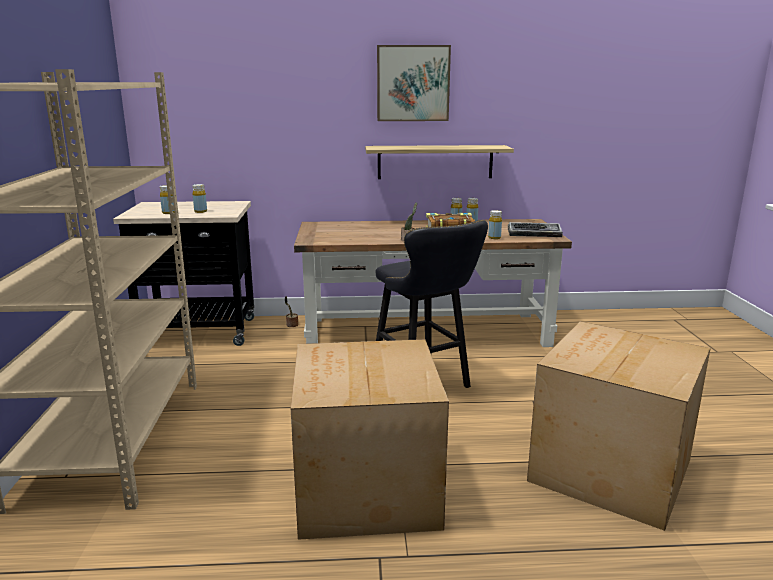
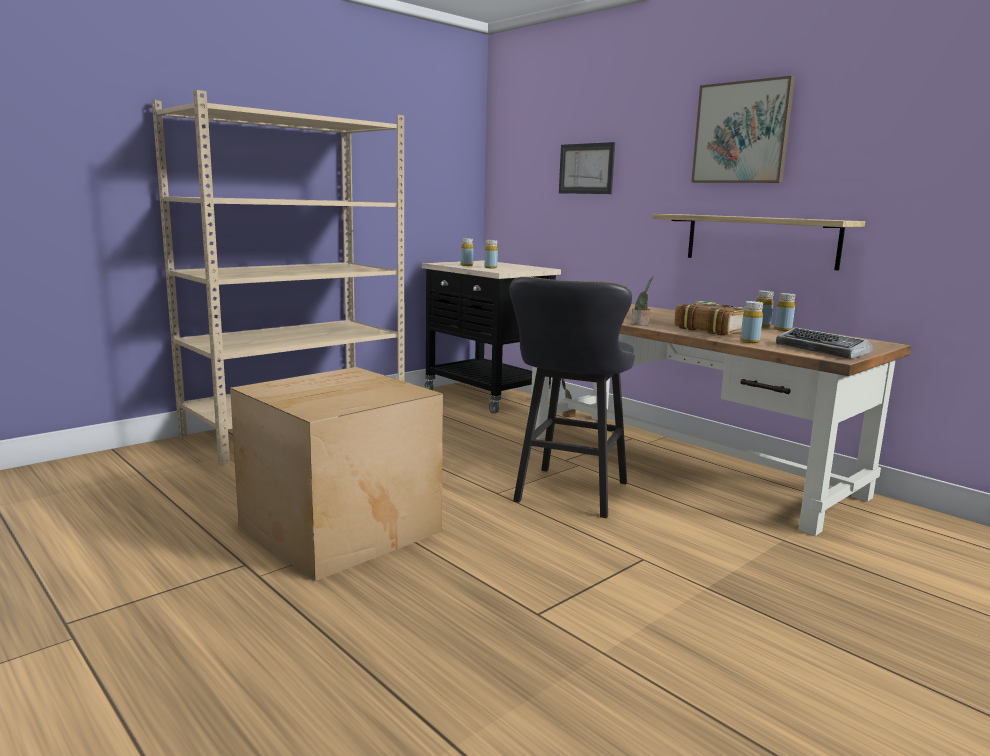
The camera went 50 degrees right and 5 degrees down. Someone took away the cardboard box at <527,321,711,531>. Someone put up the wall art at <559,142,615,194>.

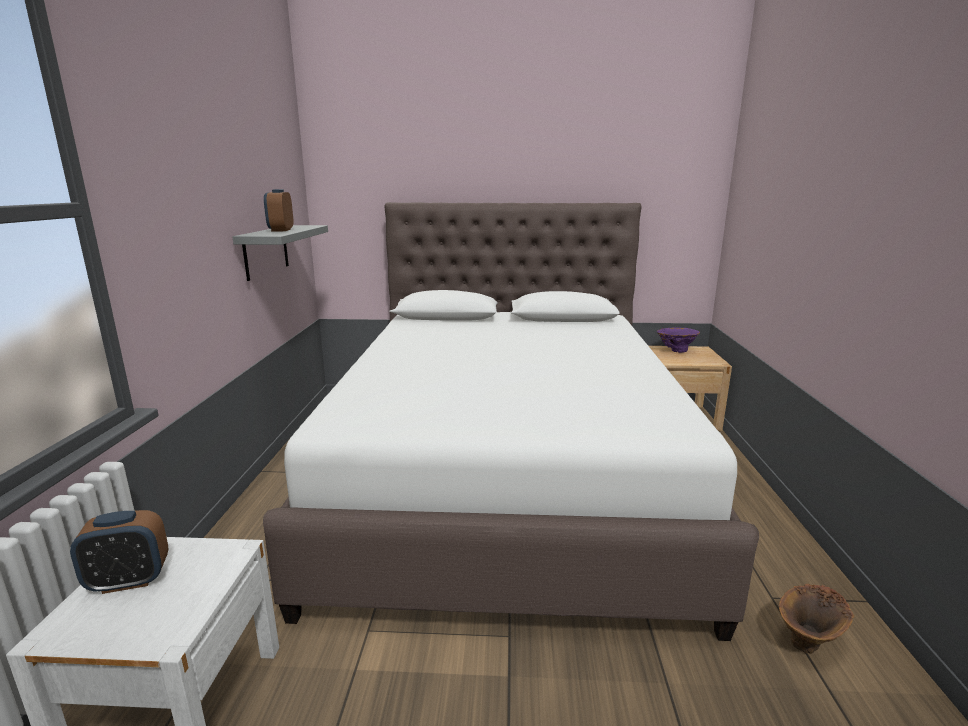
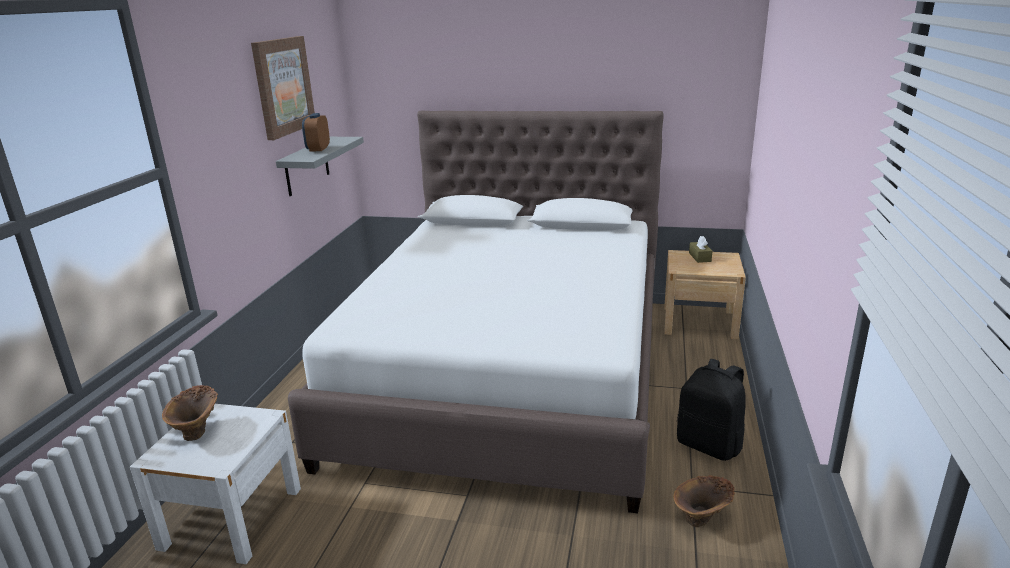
The camera went 10 degrees right and 5 degrees up. Someone swapped the alarm clock at <70,510,168,594> for the brown-coloured flower vase at <162,385,218,441>. Someone swapped the purple-coloured flower vase at <657,327,700,353> for the brown-coloured tissue holder at <689,236,713,263>. Someone put up the wall art at <251,36,315,140>. Someone put down the black-coloured backpack at <677,359,746,461>.

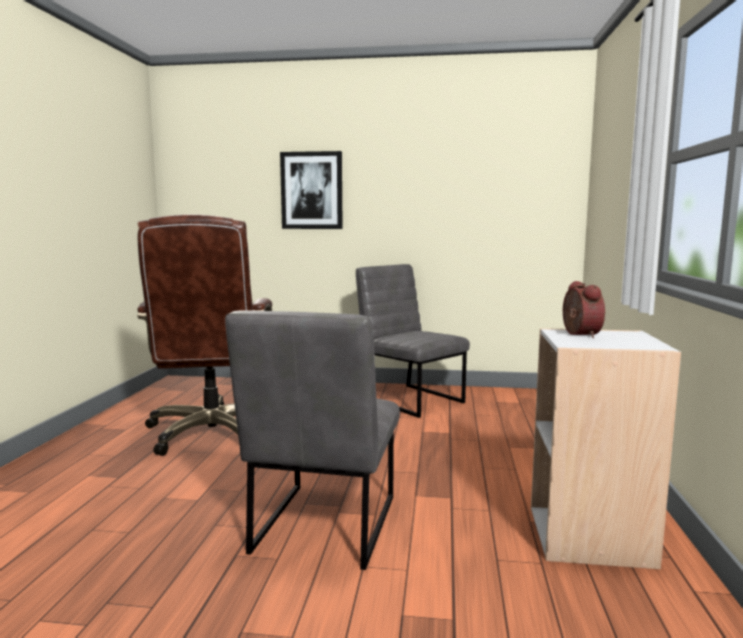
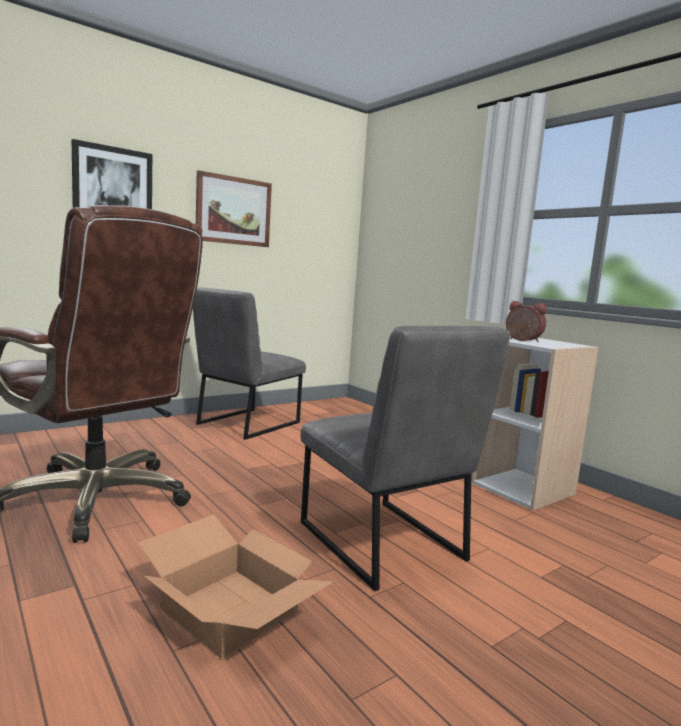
The camera went 45 degrees left and 0 degrees up. Someone rotated the grey plain chair at <356,264,470,418> by 60 degrees counterclockwise. Someone put down the cardboard box at <138,515,333,659>. Someone put up the wall art at <196,170,272,247>.

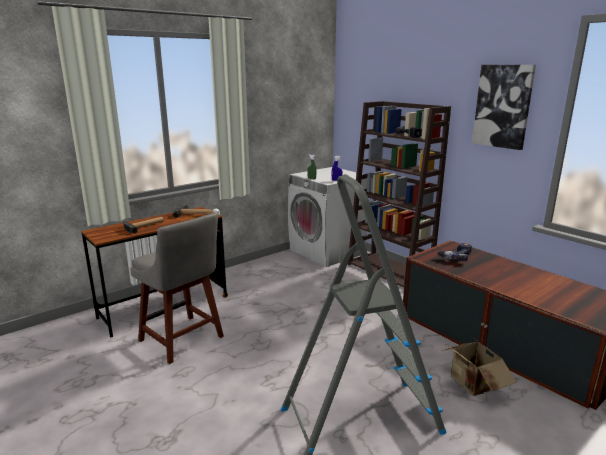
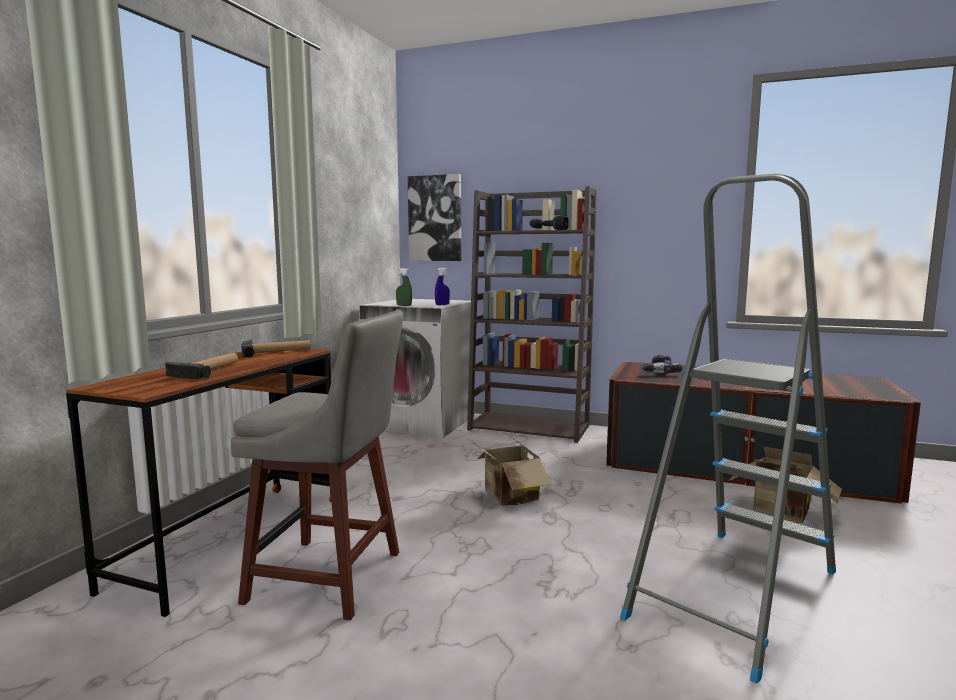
The camera went 30 degrees left and 10 degrees down. Someone carried the wall art from <472,65,536,150> to <408,174,461,261>. Someone put down the cardboard box at <469,434,551,506>.

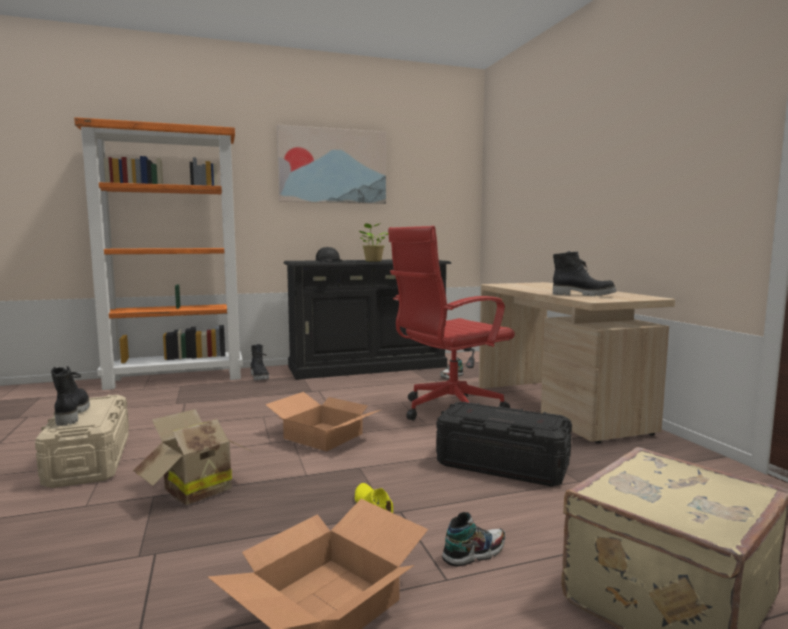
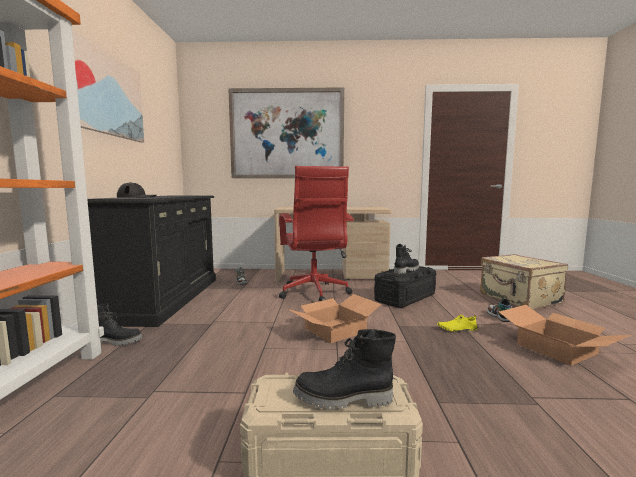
The camera went 70 degrees left and 0 degrees up. Someone took away the cardboard box at <133,409,253,505>. Someone took away the potted plant at <359,223,388,261>. Someone carried the black-coloured tall boot from <553,251,616,296> to <394,244,419,274>. Someone put up the wall art at <228,87,344,178>.

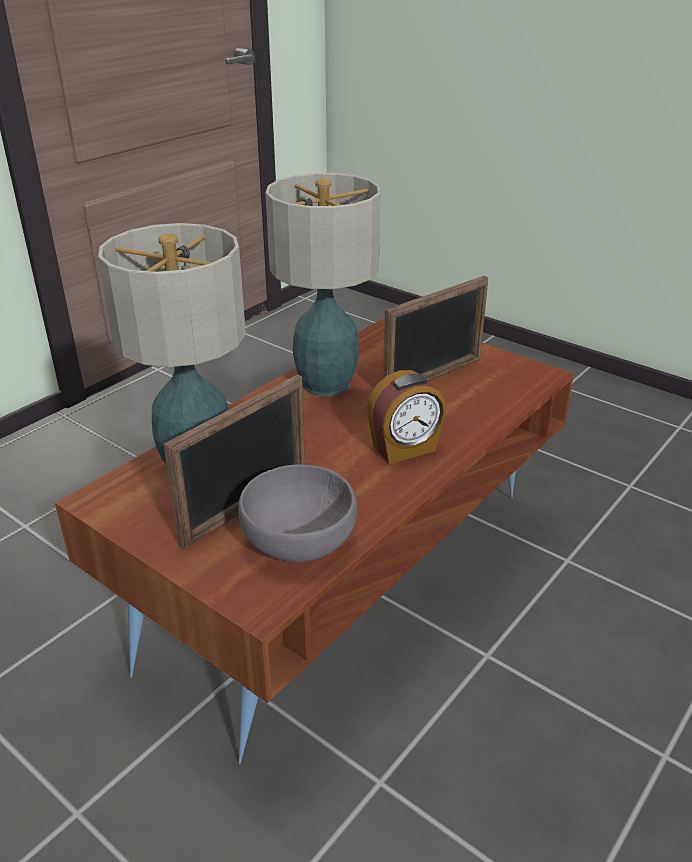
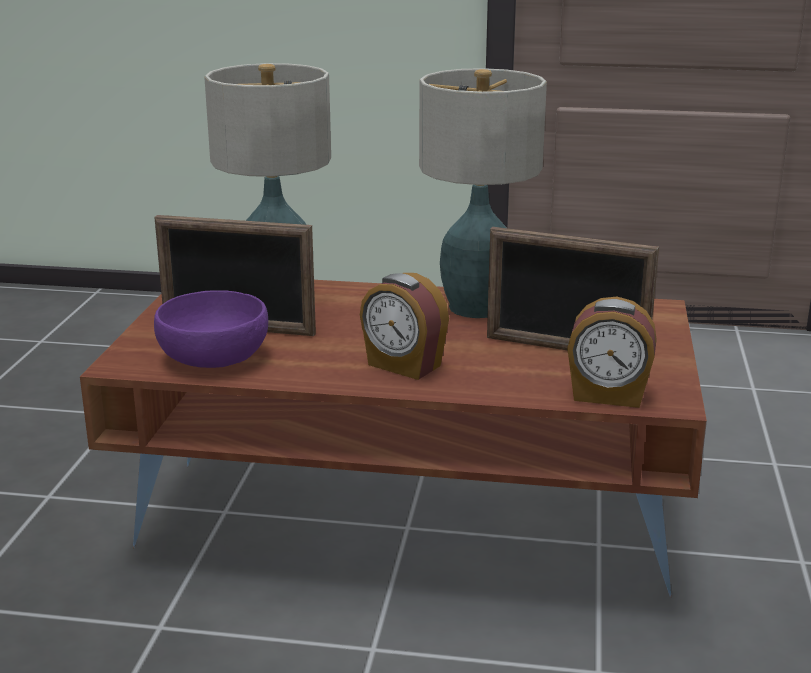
The camera went 60 degrees right and 10 degrees down. Someone repainted the grey deep dish at <238,465,357,563>, which became the purple-coloured deep dish at <154,290,268,368>. Someone put down the alarm clock at <567,297,657,408>.

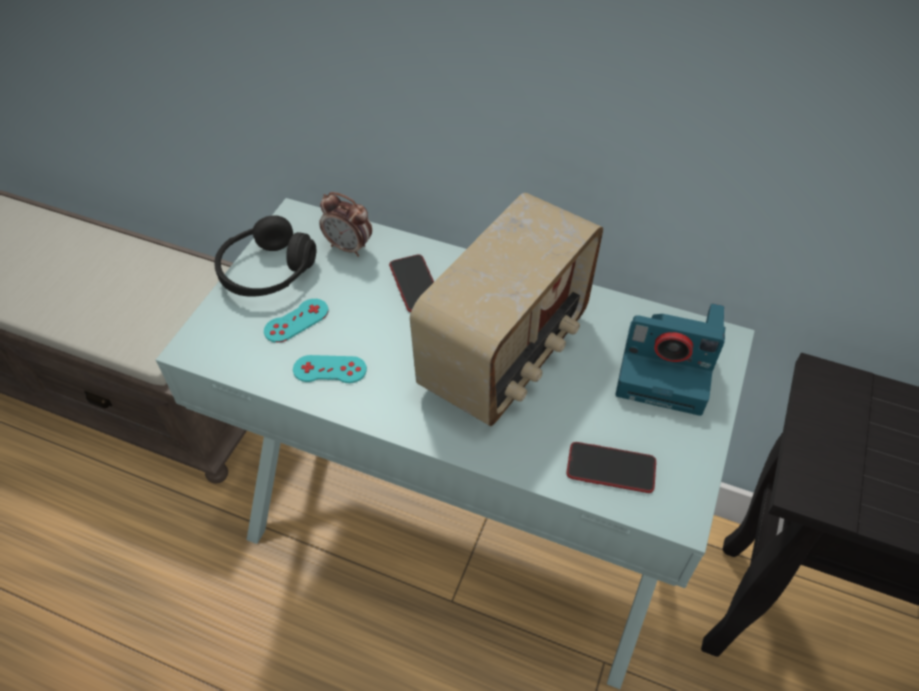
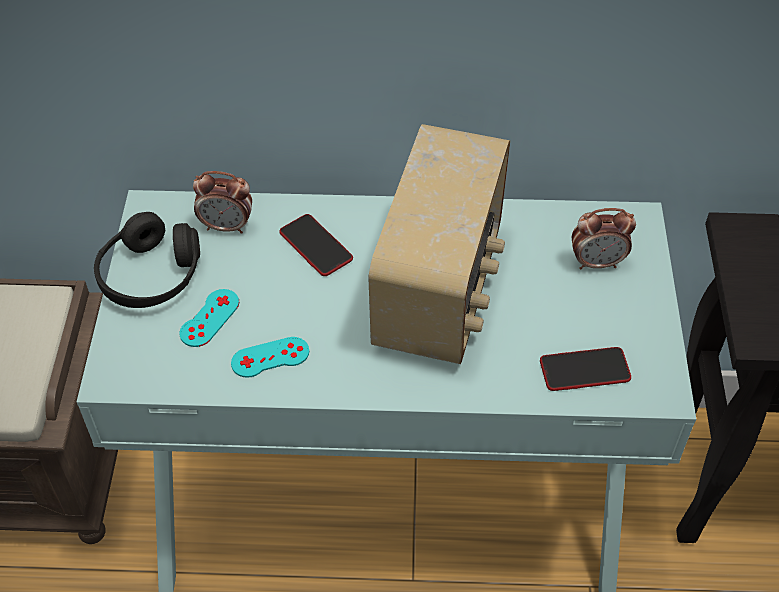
The camera went 20 degrees left and 0 degrees up. Someone swapped the photo camera at <616,303,725,416> for the alarm clock at <572,208,636,270>.

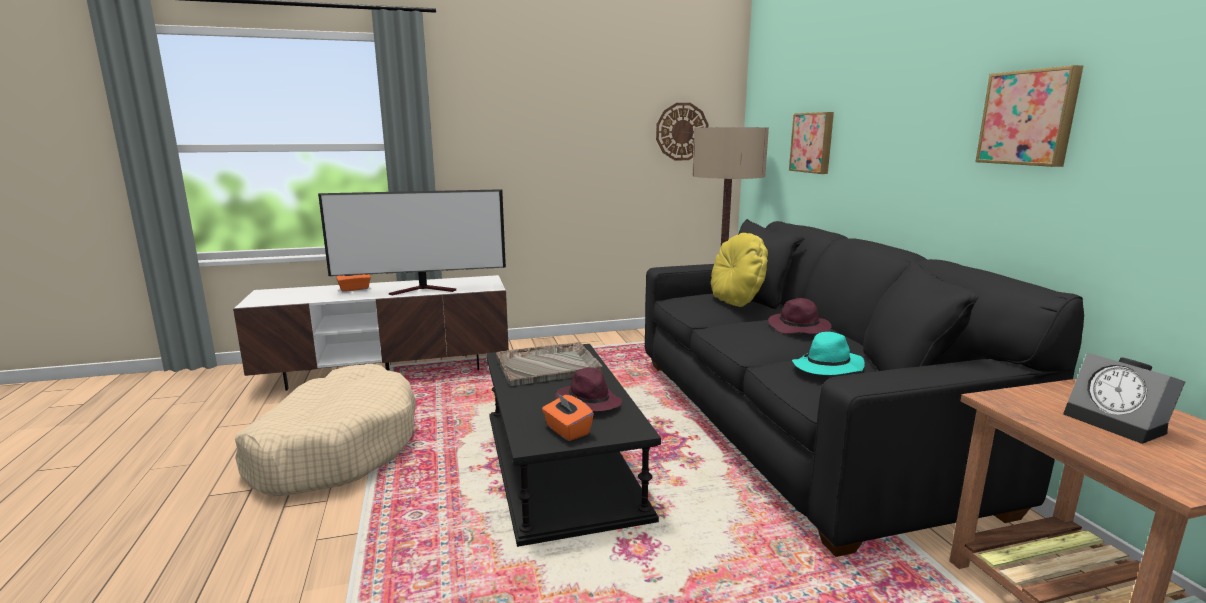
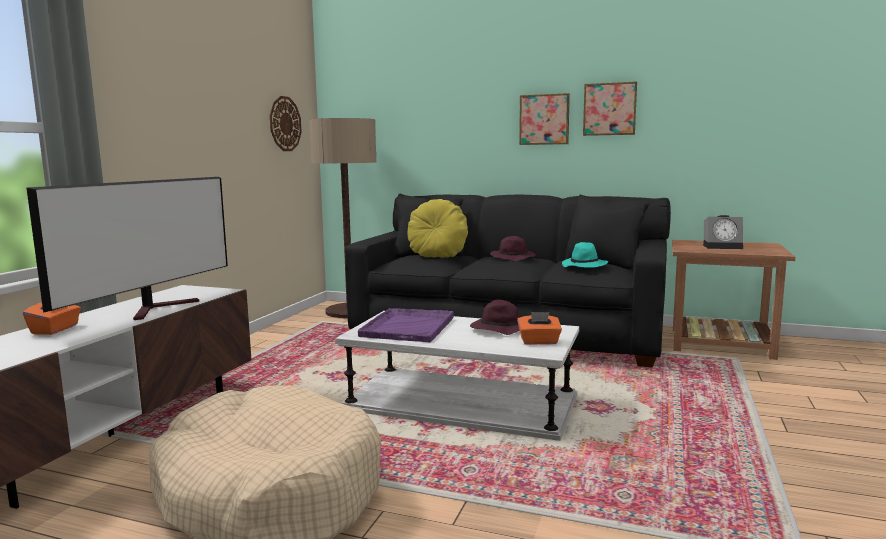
The camera went 55 degrees left and 5 degrees down. Someone repainted the black-coloured low table at <486,344,661,547>, which became the whitish low table at <335,311,579,441>. Someone repainted the grey tray at <496,342,603,386>, which became the purple-coloured tray at <358,308,454,342>. Someone carried the wall art from <789,112,834,174> to <519,93,570,145>.

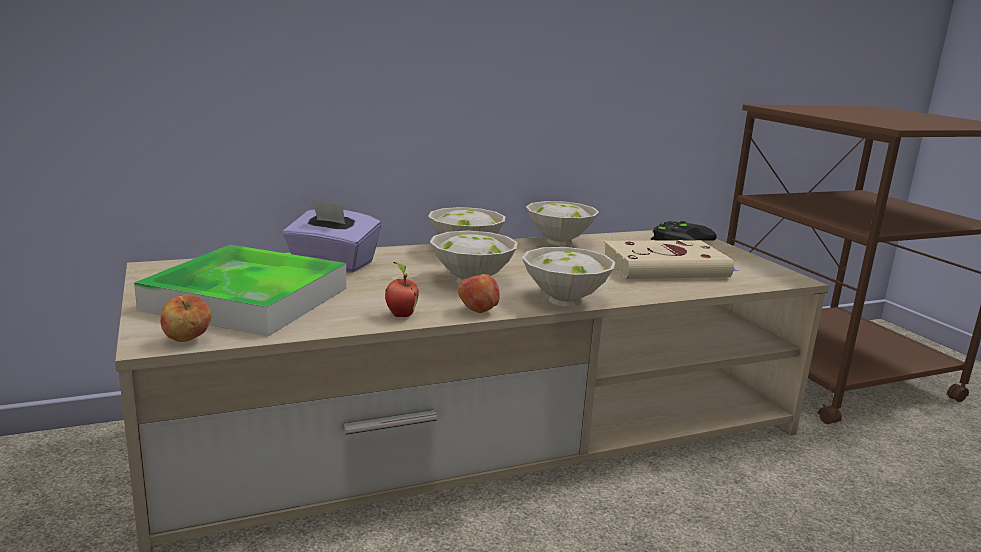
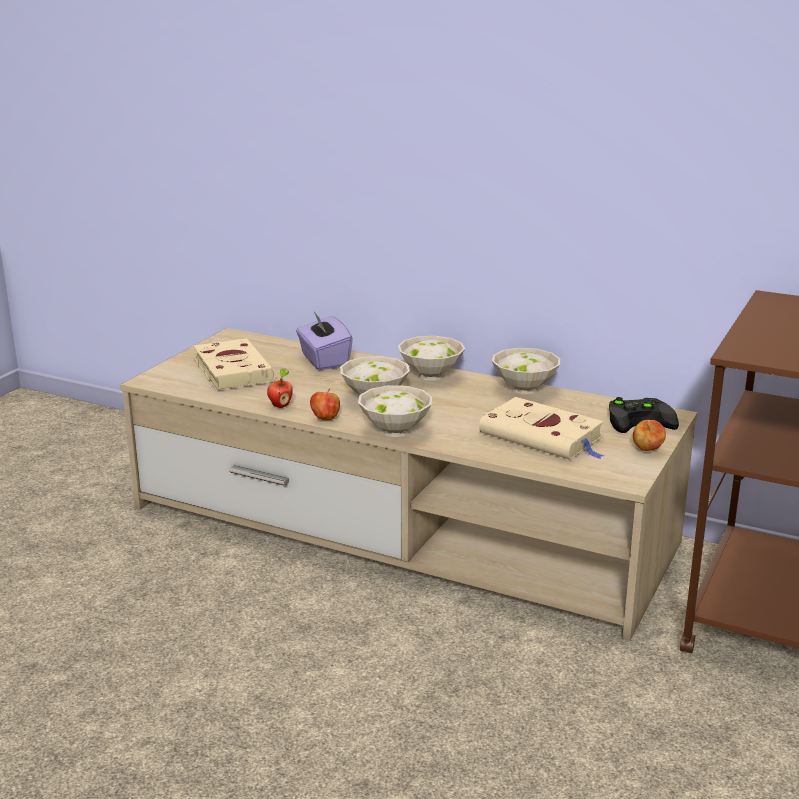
The camera went 50 degrees right and 5 degrees up. Someone swapped the tray at <134,245,346,337> for the sand-coloured bound book at <193,338,275,391>. Someone carried the apple from <160,295,211,342> to <633,420,666,451>.

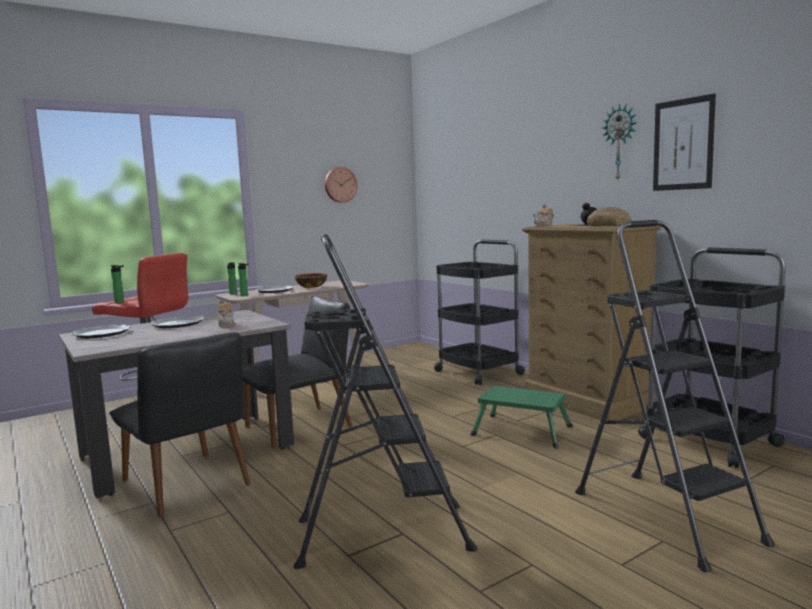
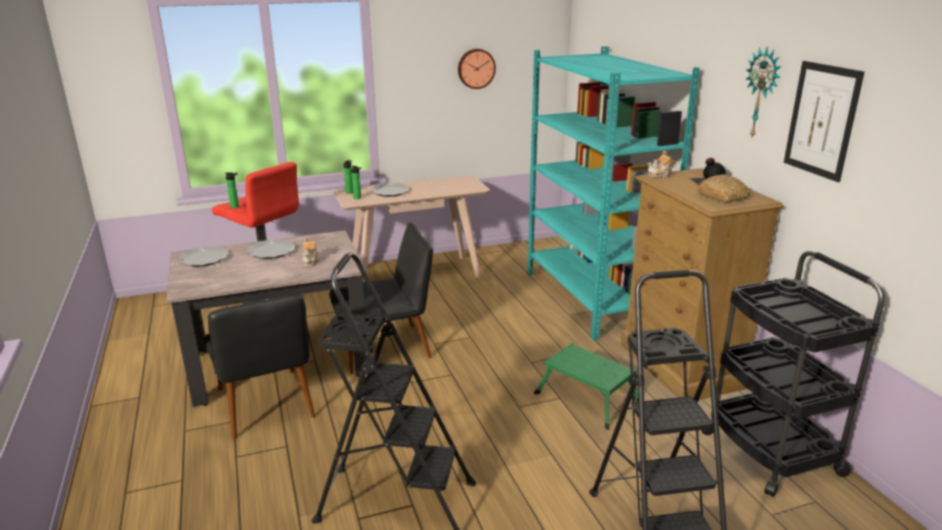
The camera went 15 degrees right and 15 degrees up. Someone took away the deep dish at <295,273,327,288>. Someone swapped the black-coloured cart at <434,240,525,385> for the blue-green bookcase at <527,46,700,340>.

